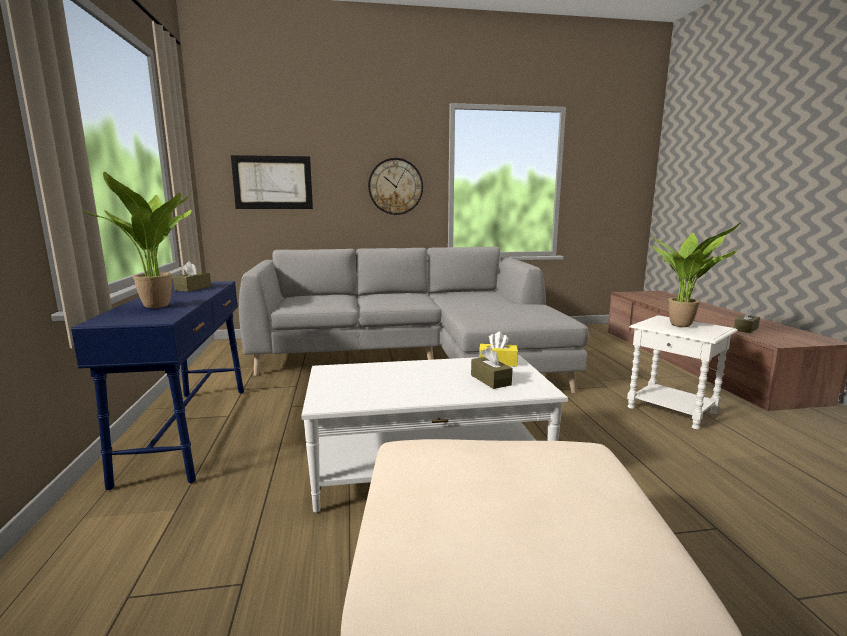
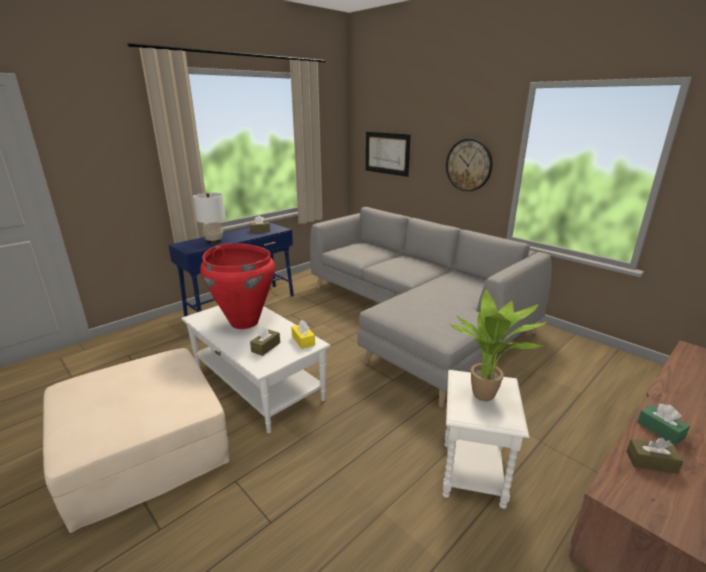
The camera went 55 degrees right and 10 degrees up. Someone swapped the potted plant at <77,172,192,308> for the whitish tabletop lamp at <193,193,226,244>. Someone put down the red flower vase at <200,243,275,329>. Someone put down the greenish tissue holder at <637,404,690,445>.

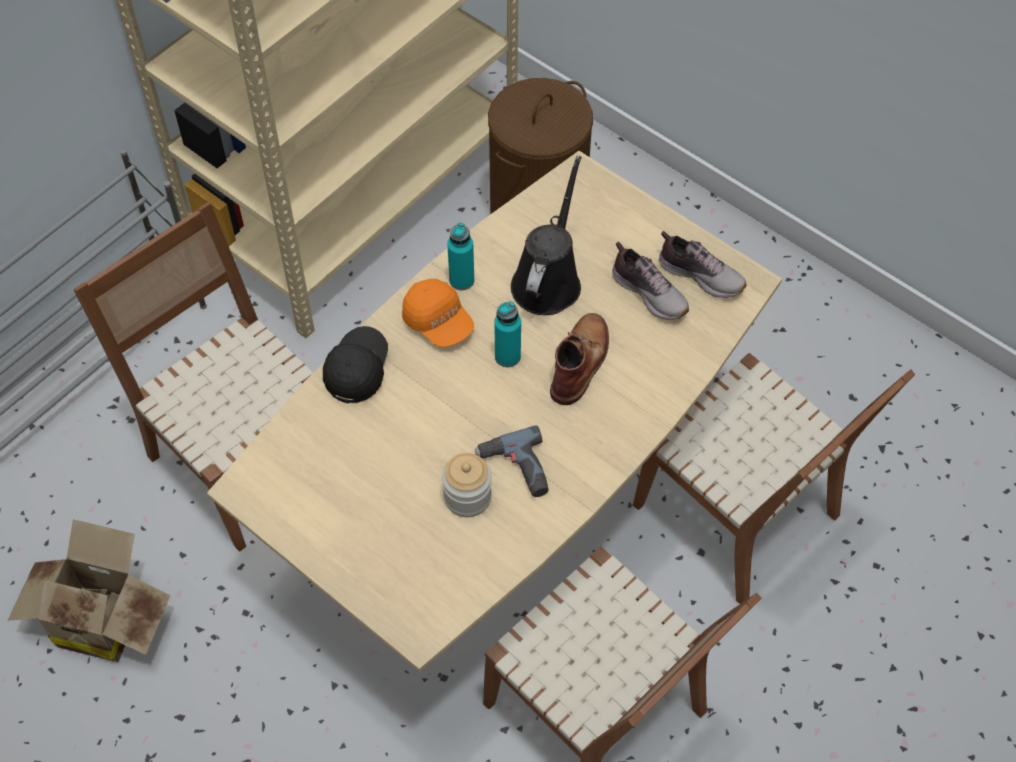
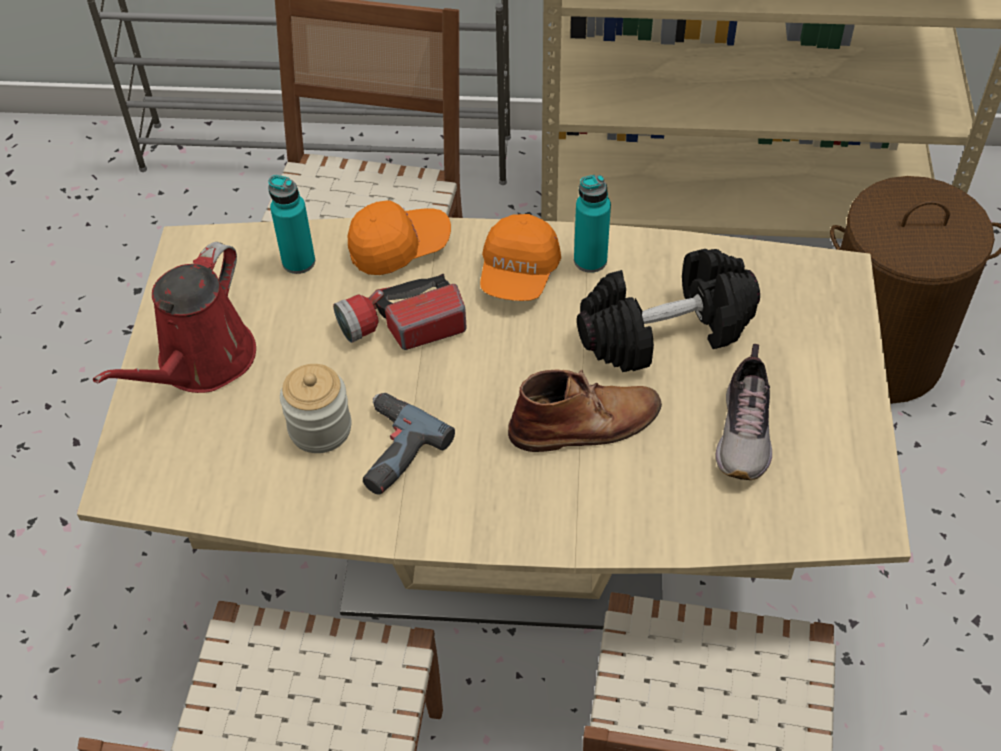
The camera went 55 degrees right and 5 degrees down. Someone took away the cardboard box at <8,519,171,662>. Someone repainted the black-coloured baseball cap at <323,326,388,403>, which became the orange-coloured baseball cap at <347,200,451,275>. Someone carried the blue-green drink bottle from <494,301,521,367> to <268,175,315,274>. Someone swapped the black-coloured watering can at <511,156,582,315> for the black-coloured free weight at <577,249,760,372>. Someone took away the low shoe at <659,231,747,298>. Someone put down the red watering can at <93,242,256,393>. Someone put down the torch at <333,274,467,350>.

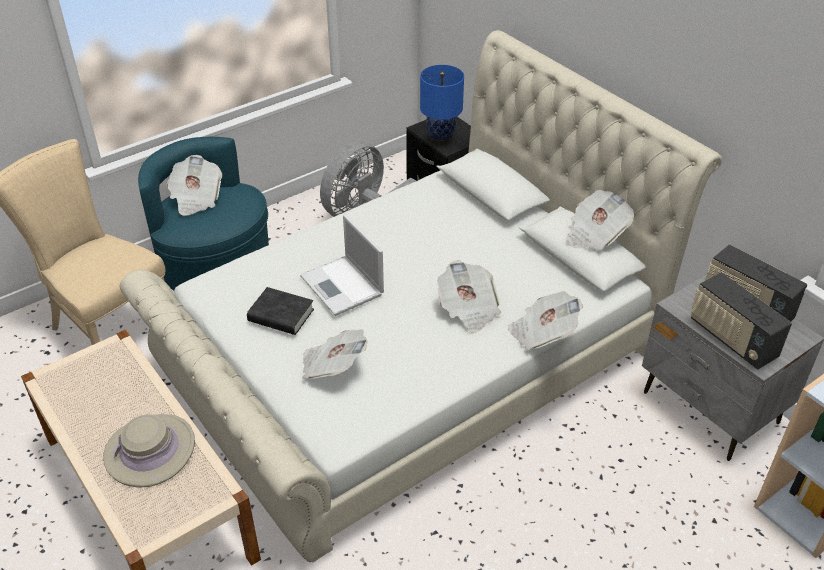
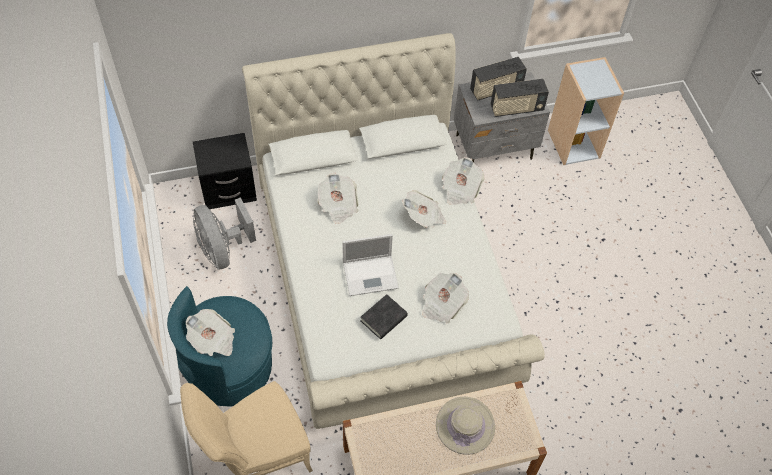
The camera went 70 degrees left and 15 degrees up. Someone took away the bluish tabletop lamp at <420,65,464,144>. Someone carried the newspaper from <566,190,634,250> to <317,173,359,224>.

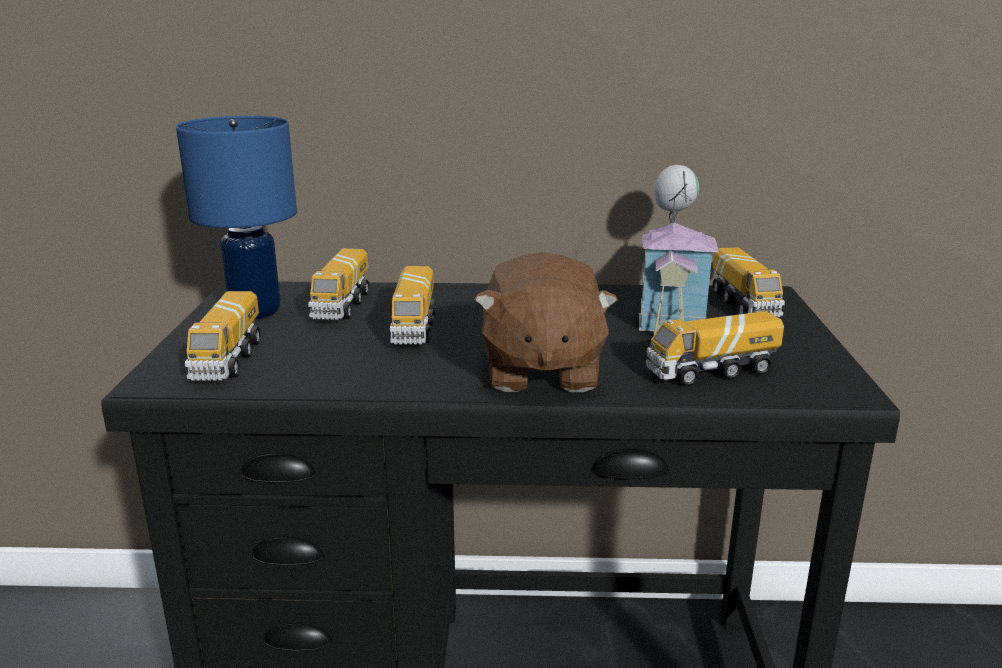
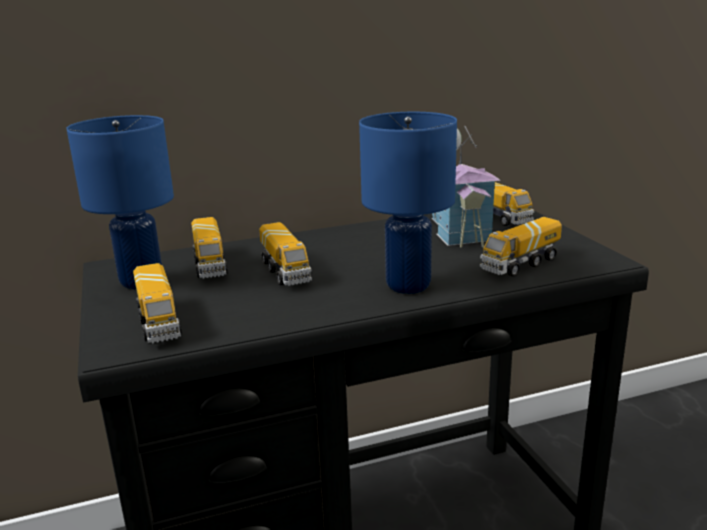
The camera went 20 degrees left and 0 degrees up. Someone swapped the brown-coloured cuddly toy at <474,252,618,392> for the bluish tabletop lamp at <359,112,457,294>.

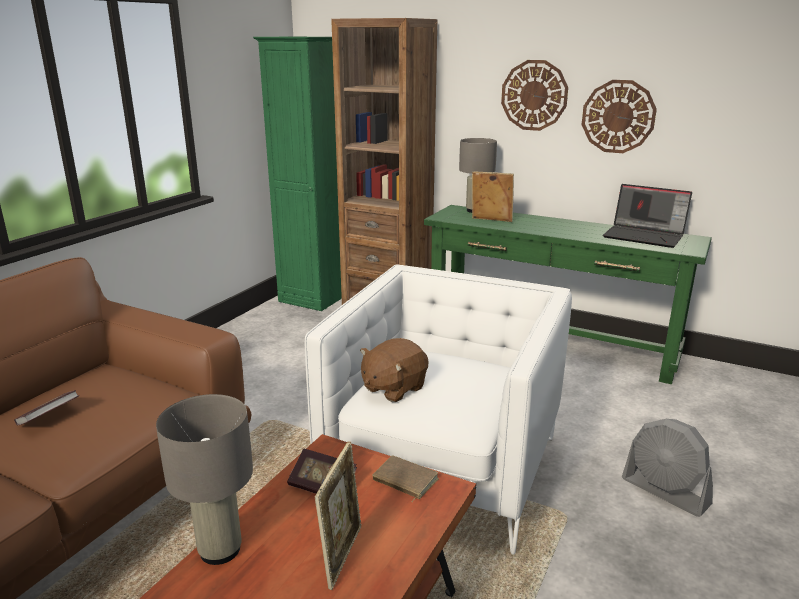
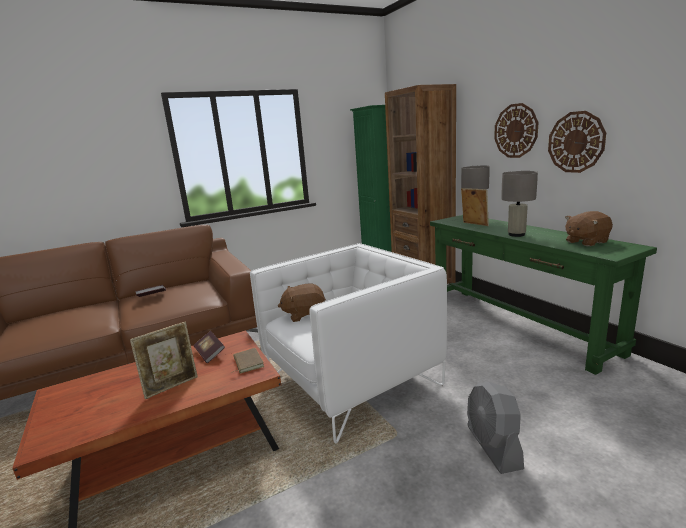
The camera went 35 degrees right and 5 degrees down. Someone carried the grey tabletop lamp from <156,394,253,565> to <501,171,538,237>. Someone swapped the notebook computer at <603,184,692,248> for the brown-coloured cuddly toy at <565,211,613,246>.

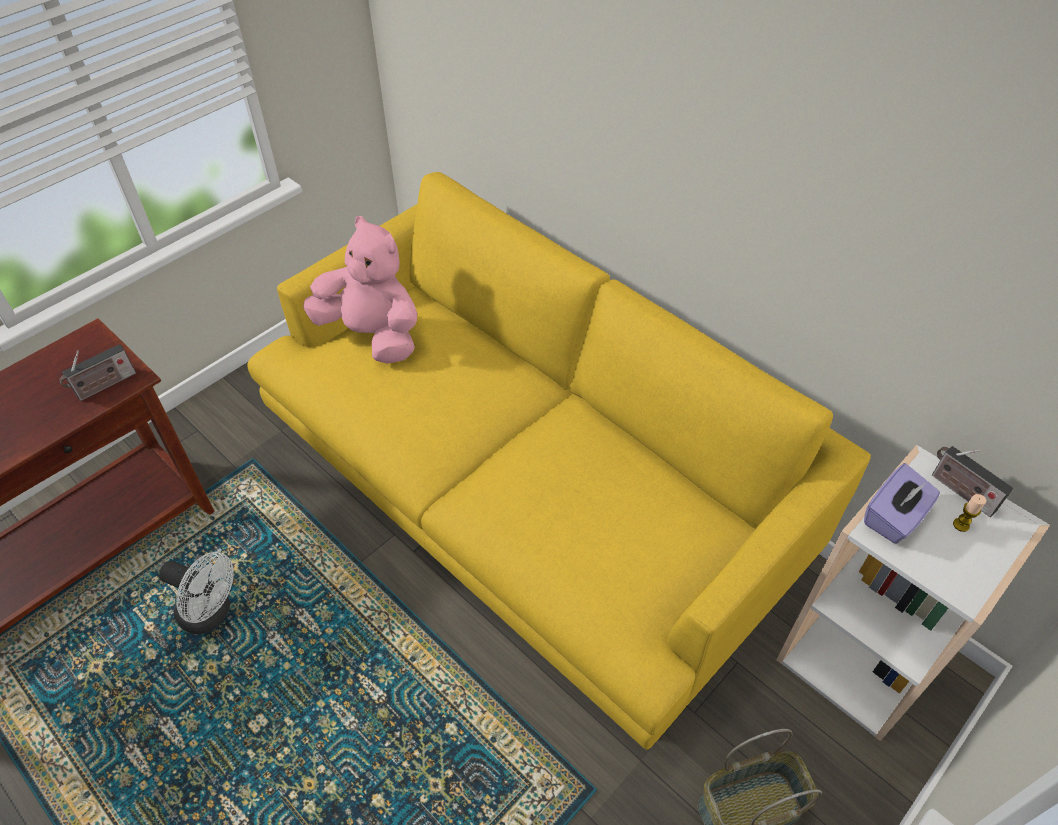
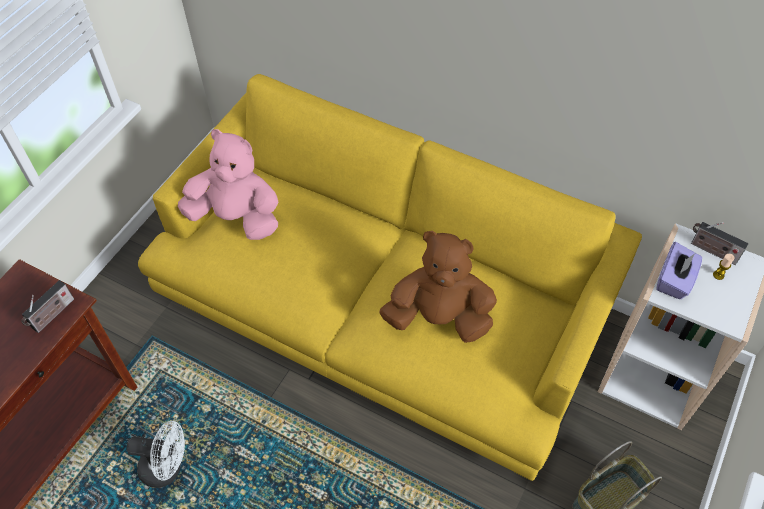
The camera went 15 degrees left and 5 degrees up. Someone put down the brown-coloured cuddly toy at <379,231,497,343>.

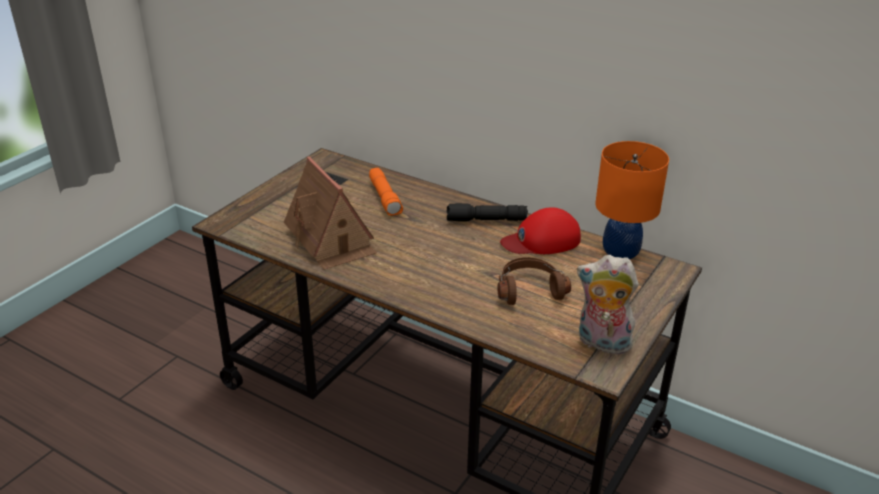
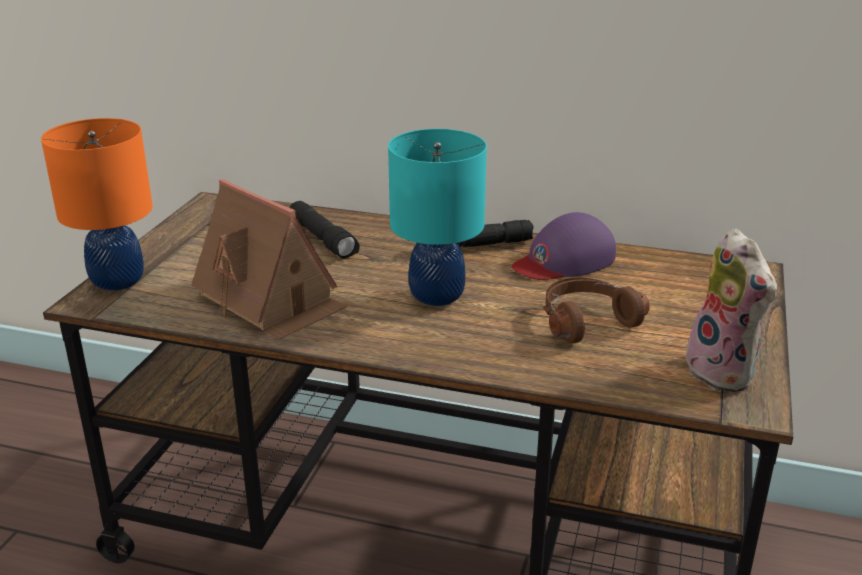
The camera went 15 degrees left and 5 degrees down. Someone repainted the orange-coloured torch at <369,168,403,216>, which became the black-coloured torch at <290,201,360,258>. Someone repainted the red baseball cap at <500,207,581,254>, which became the purple-coloured baseball cap at <512,212,616,280>. Someone rotated the cuddly toy at <577,255,639,354> by 120 degrees counterclockwise. Someone carried the orange-coloured tabletop lamp from <595,141,669,259> to <41,118,153,291>. Someone put down the blue-green tabletop lamp at <388,129,487,306>.

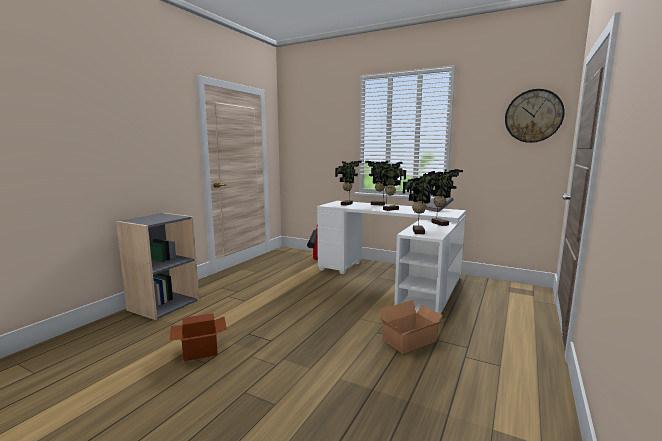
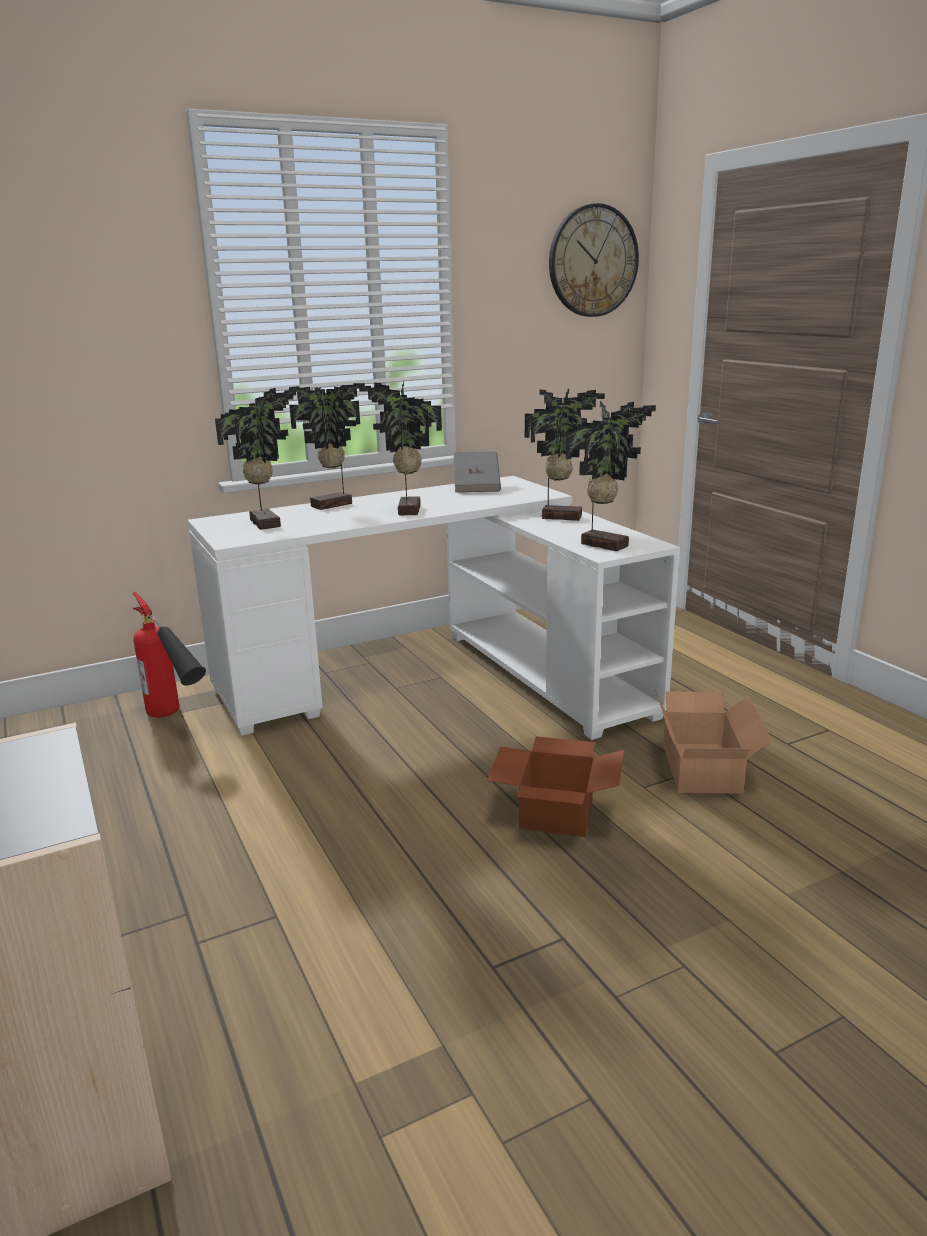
The camera went 55 degrees left and 10 degrees up. Someone carried the cardboard box from <169,313,227,361> to <487,736,624,837>.

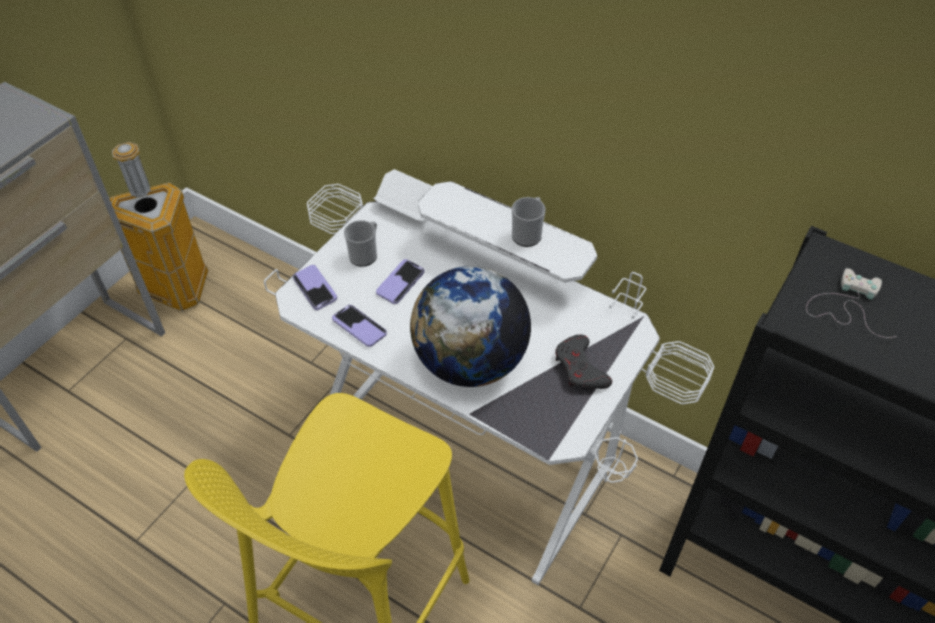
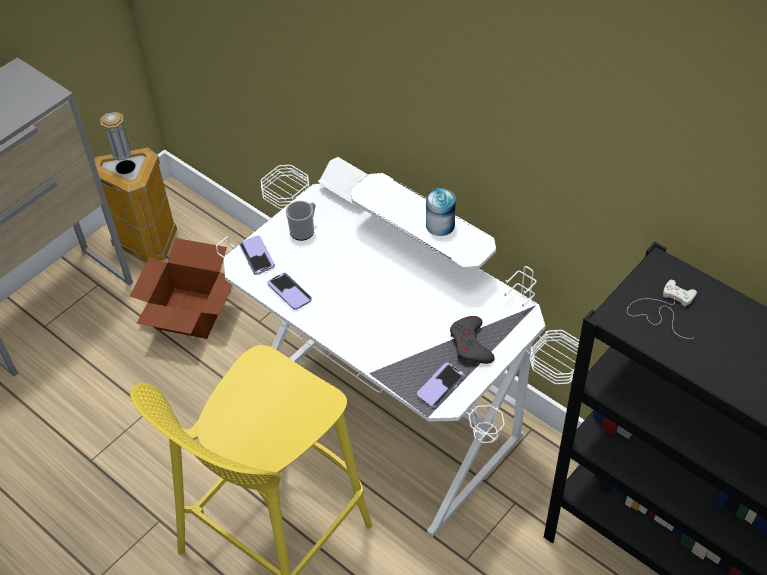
The camera went 10 degrees right and 0 degrees up. Someone carried the phone from <376,259,424,304> to <417,363,464,408>. Someone took away the world globe at <410,266,531,387>. Someone swapped the coffee mug at <512,197,546,247> for the sealed can at <426,188,456,236>. Someone put down the cardboard box at <130,238,232,339>.

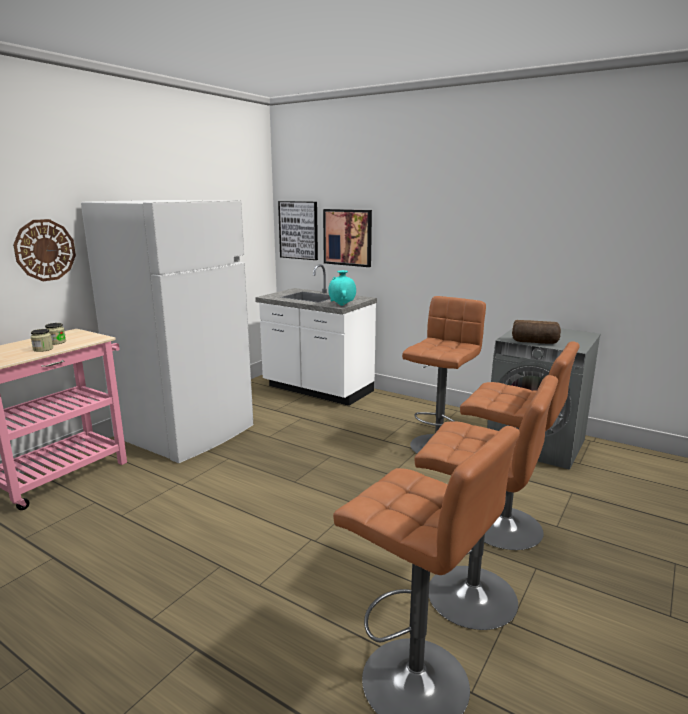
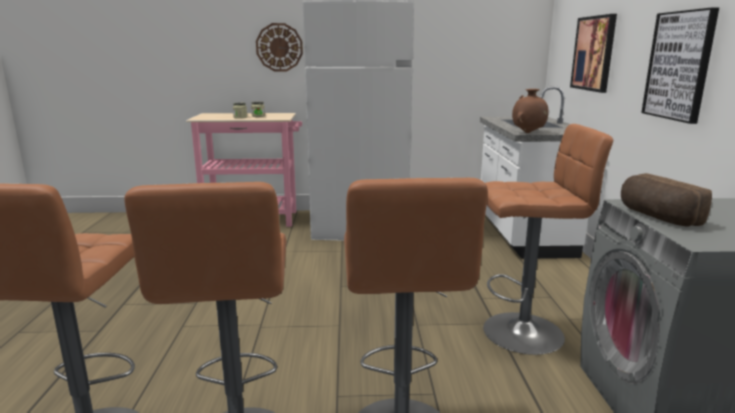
The camera went 55 degrees right and 0 degrees up. Someone carried the wall art from <278,201,318,260> to <641,8,719,124>. Someone repainted the blue-green flower vase at <328,270,356,306>, which became the brown-coloured flower vase at <512,89,549,133>.

